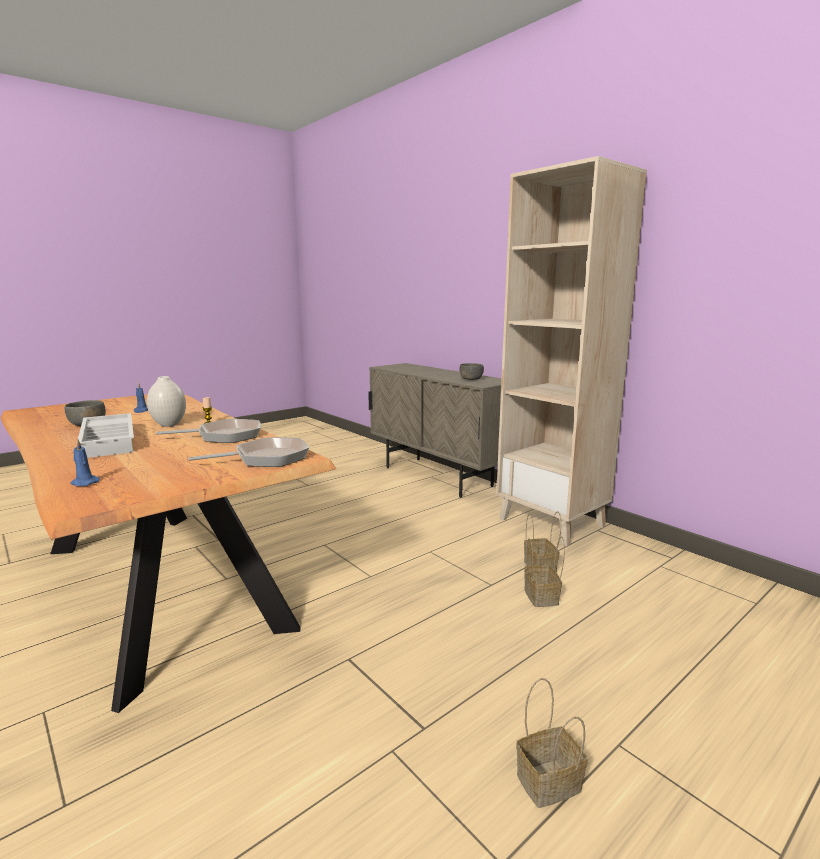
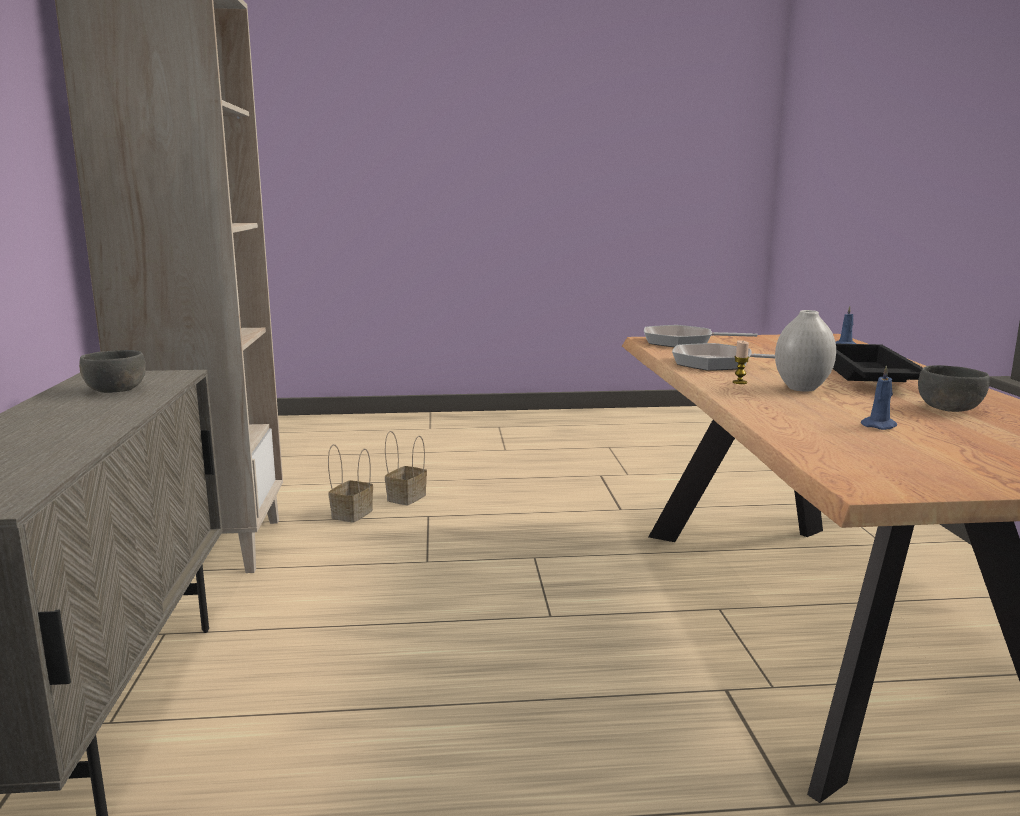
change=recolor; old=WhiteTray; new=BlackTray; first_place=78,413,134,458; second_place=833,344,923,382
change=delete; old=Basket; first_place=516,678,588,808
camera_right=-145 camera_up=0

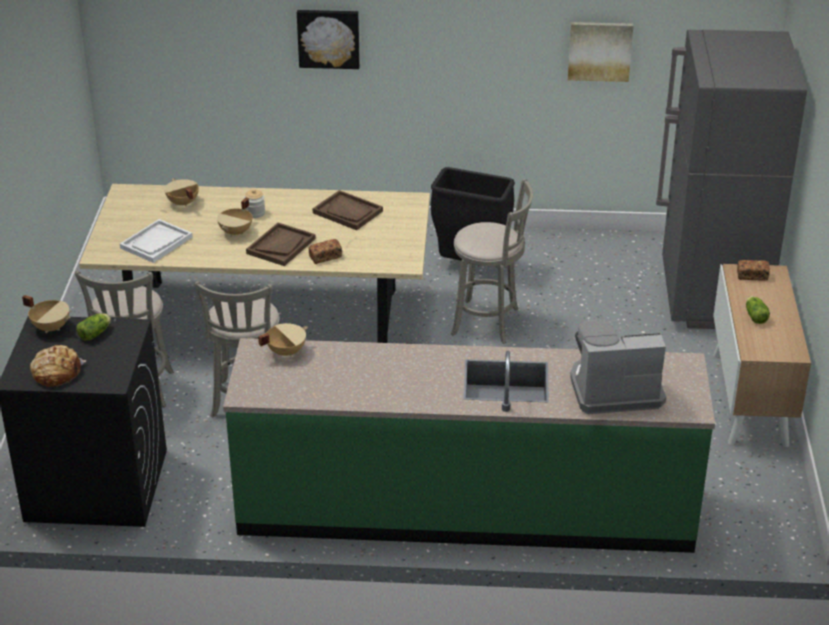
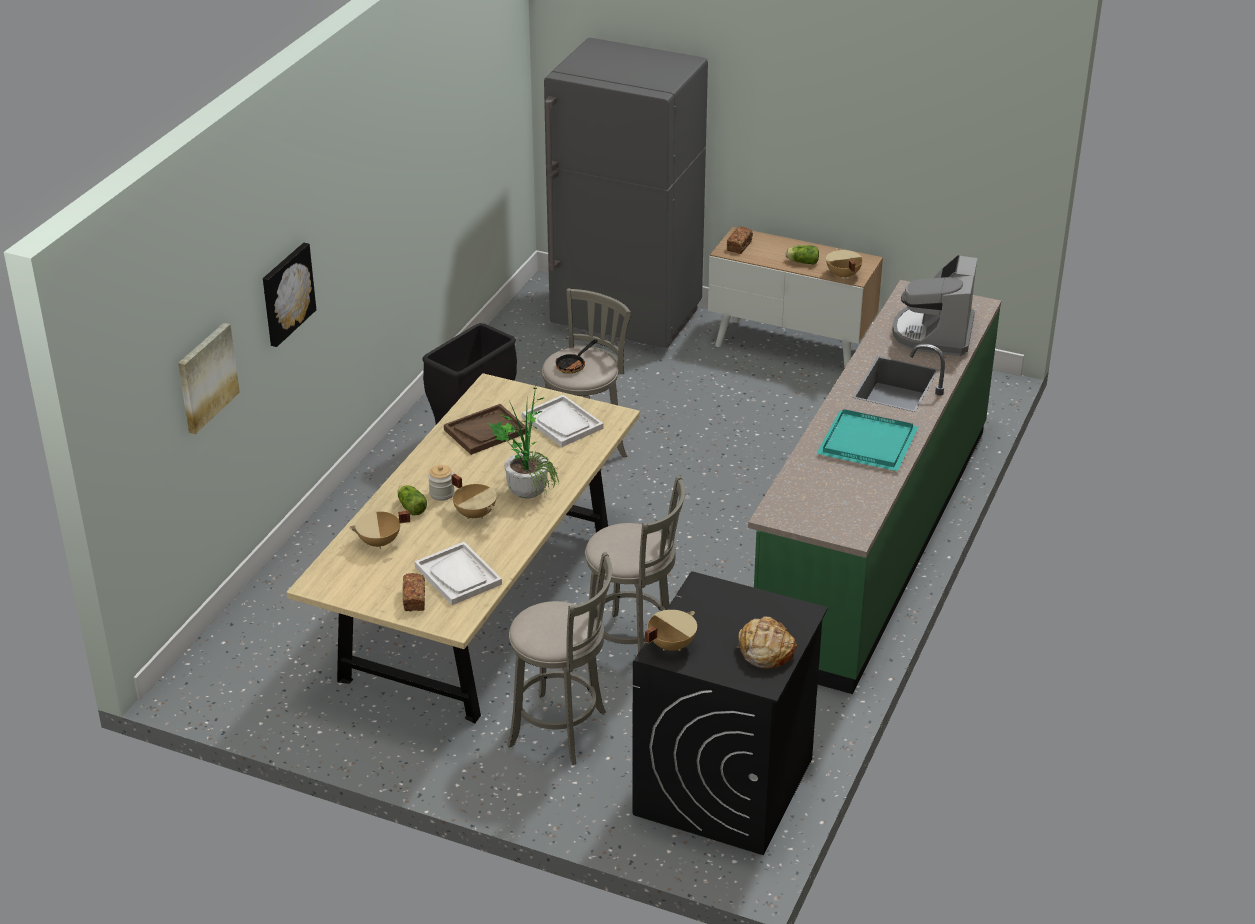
change=move; old=Picture; first_place=568,22,633,82; second_place=178,323,240,434
change=replace; old=BrownTray; new=PottedPlant; first_place=246,223,316,266; second_place=488,381,559,499
change=move; old=Bread; first_place=309,239,342,264; second_place=403,573,425,611
change=move; old=Lettuce; first_place=76,313,111,341; second_place=397,485,427,515
change=move; old=BeigeCookingPot; first_place=258,323,308,357; second_place=826,248,863,279
change=insert; new=FryingPan; second_place=556,339,597,374
change=insert; new=WhiteTray; second_place=522,395,603,447
change=insert; new=TurquoiseTray; second_place=816,409,918,471
camera_right=-70 camera_up=0

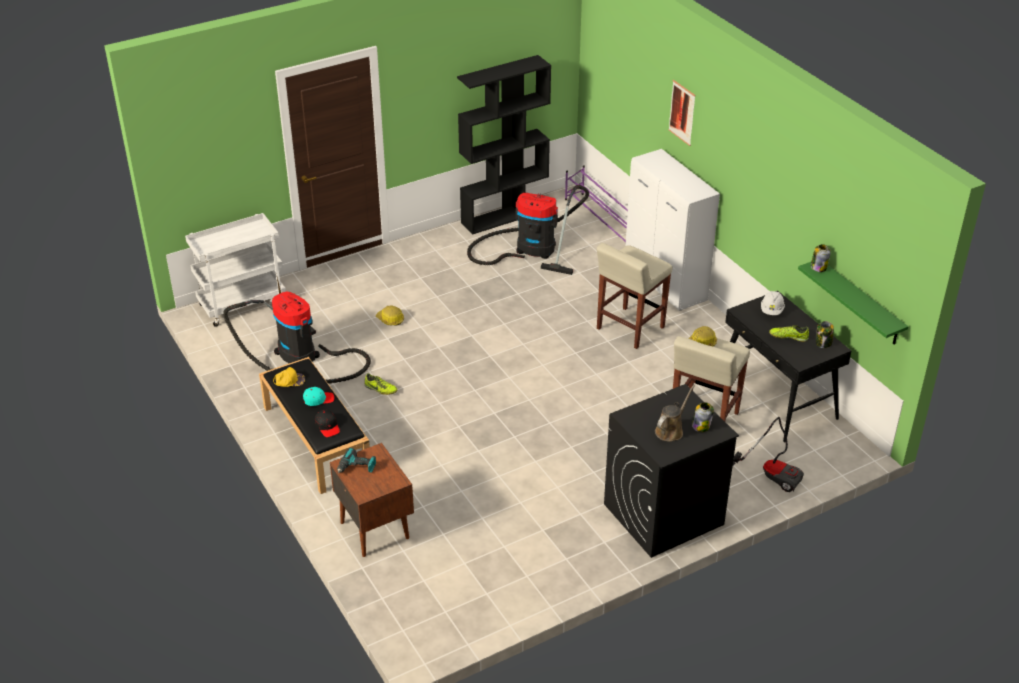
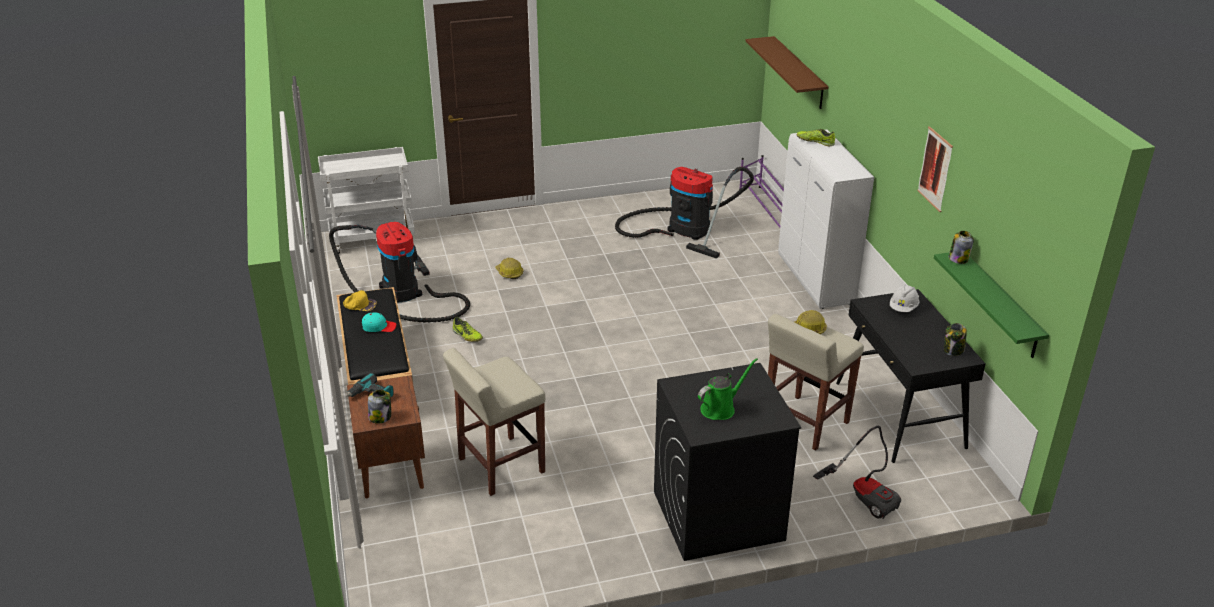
change=delete; old=BlackBookcase; first_place=457,55,551,235
change=move; old=Picture; first_place=669,80,696,146; second_place=917,126,953,212
change=move; old=BeigeStool; first_place=597,243,672,349; second_place=443,348,545,496
change=move; old=Shoe; first_place=769,325,809,342; second_place=797,129,835,146
change=recolor; old=BrownWateringCan; new=GreenWateringCan; first_place=655,385,695,442; second_place=698,358,758,420
change=move; old=Jar; first_place=692,402,714,432; second_place=368,390,391,424
change=delete; old=BlackCap; first_place=315,410,340,437
change=insert; new=BrownShelf; second_place=746,36,828,109
camera_right=15 camera_up=-5

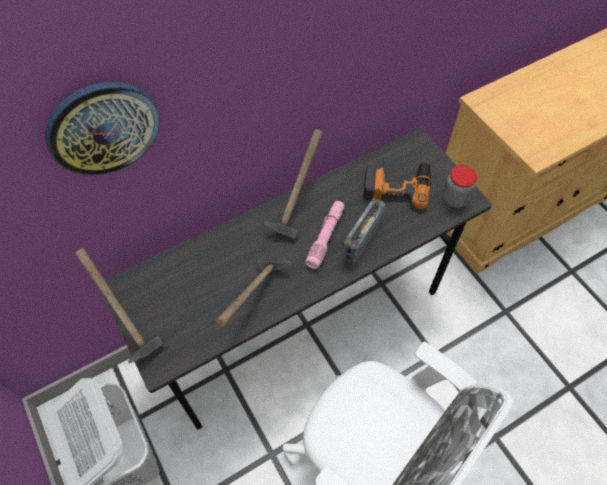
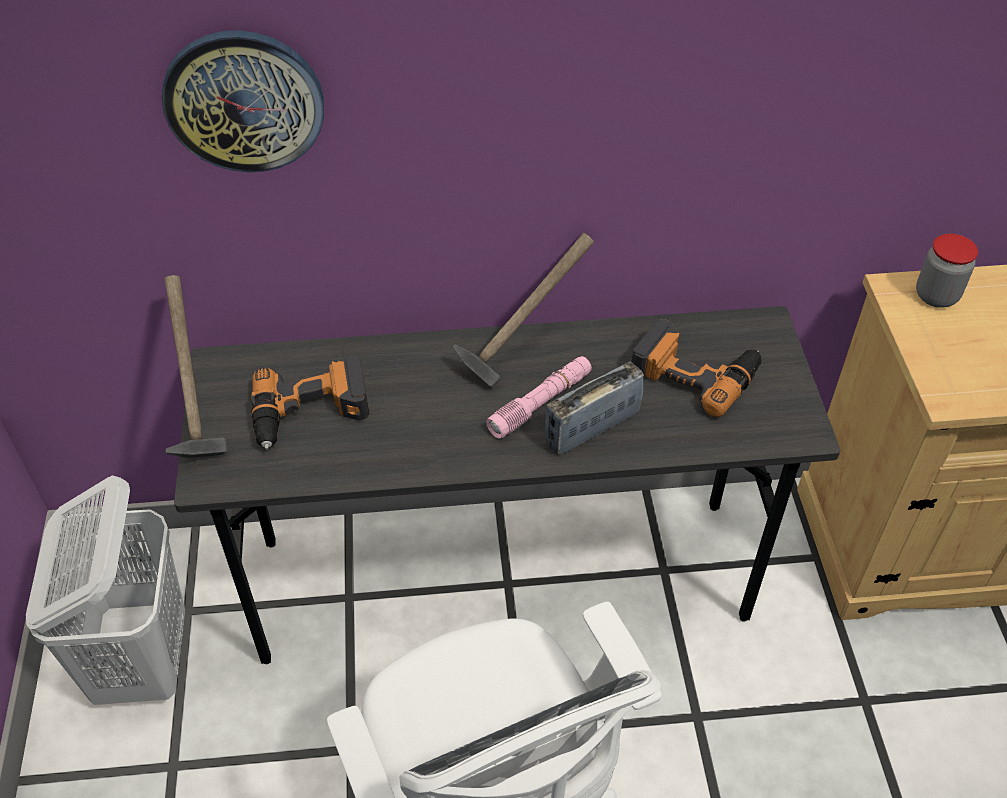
change=move; old=Jar; first_place=442,165,477,208; second_place=916,234,978,308
change=delete; old=Hammer; first_place=216,258,292,327
change=insert; new=PowerDrill; second_place=251,355,370,449
camera_right=25 camera_up=-10

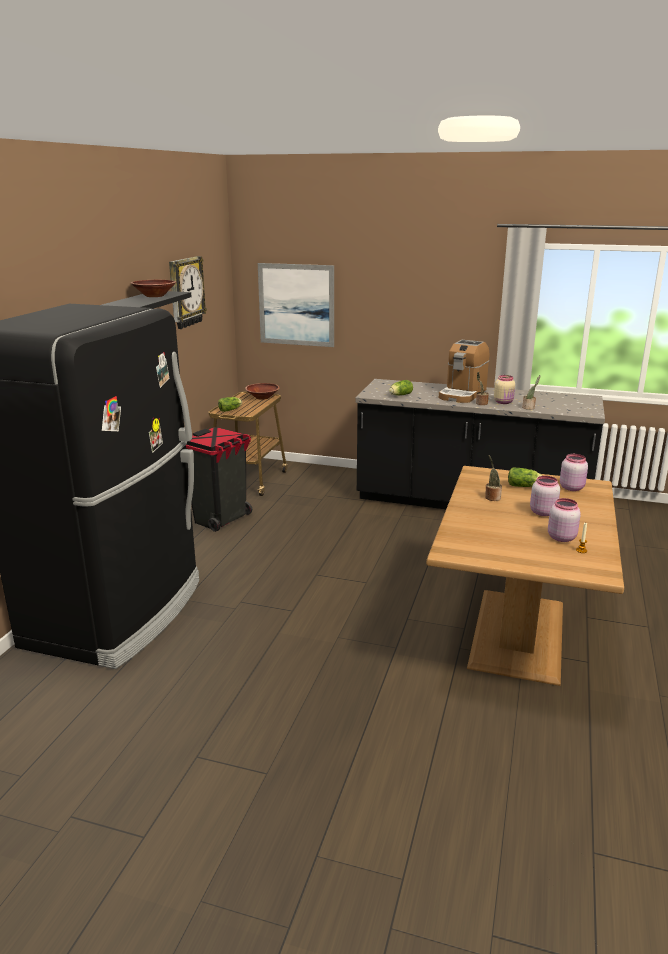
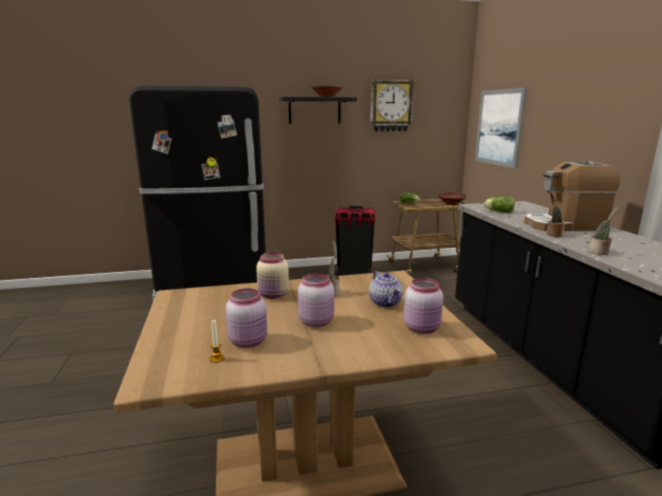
change=move; old=BeigeJar; first_place=494,375,515,404; second_place=256,252,289,299
change=replace; old=Lettuce; new=Teapot; first_place=508,467,542,487; second_place=369,271,403,307
camera_right=60 camera_up=-5

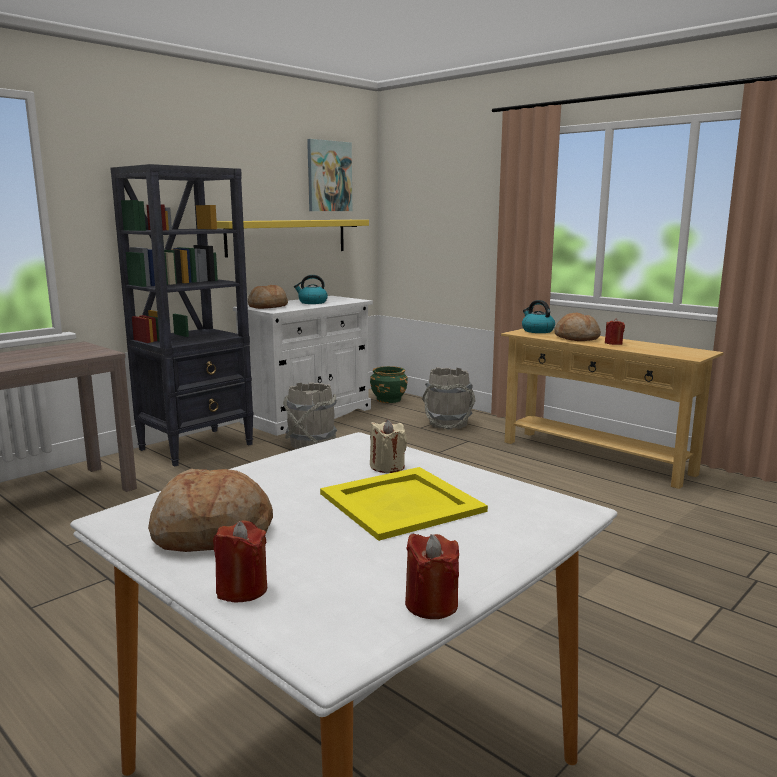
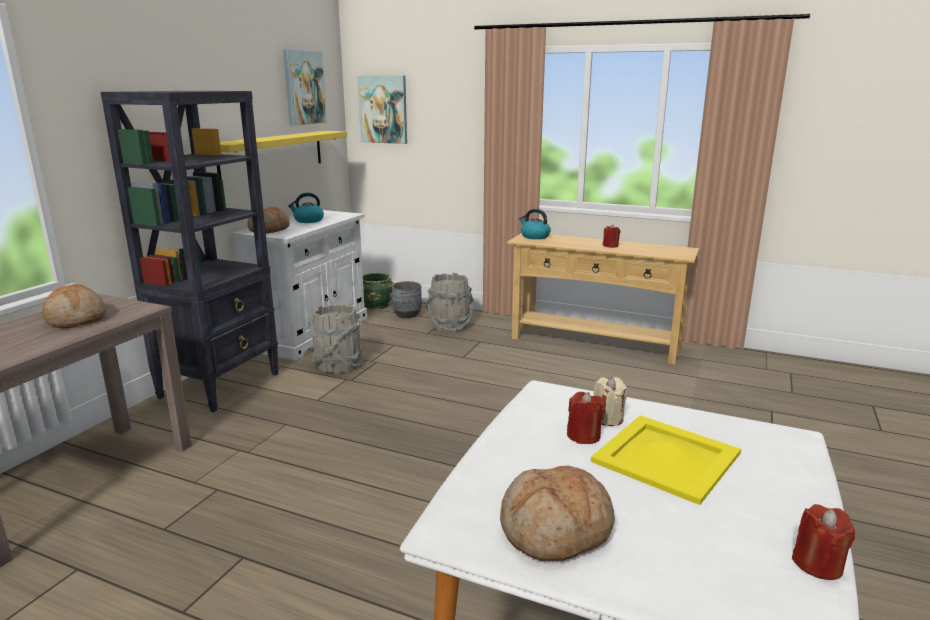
change=move; old=Bread; first_place=554,312,601,341; second_place=42,284,106,328
change=move; old=RedCandle; first_place=213,520,267,603; second_place=567,392,605,444
change=insert; new=Picture; second_place=357,76,407,144
change=insert; new=GreyPlanter; second_place=391,281,422,318
camera_right=-20 camera_up=5

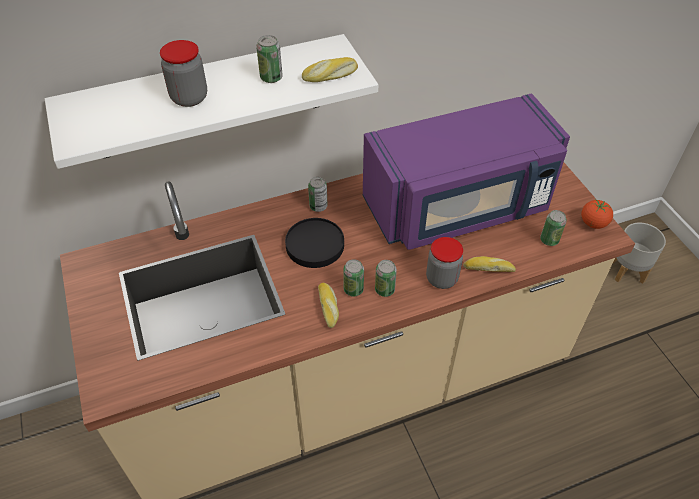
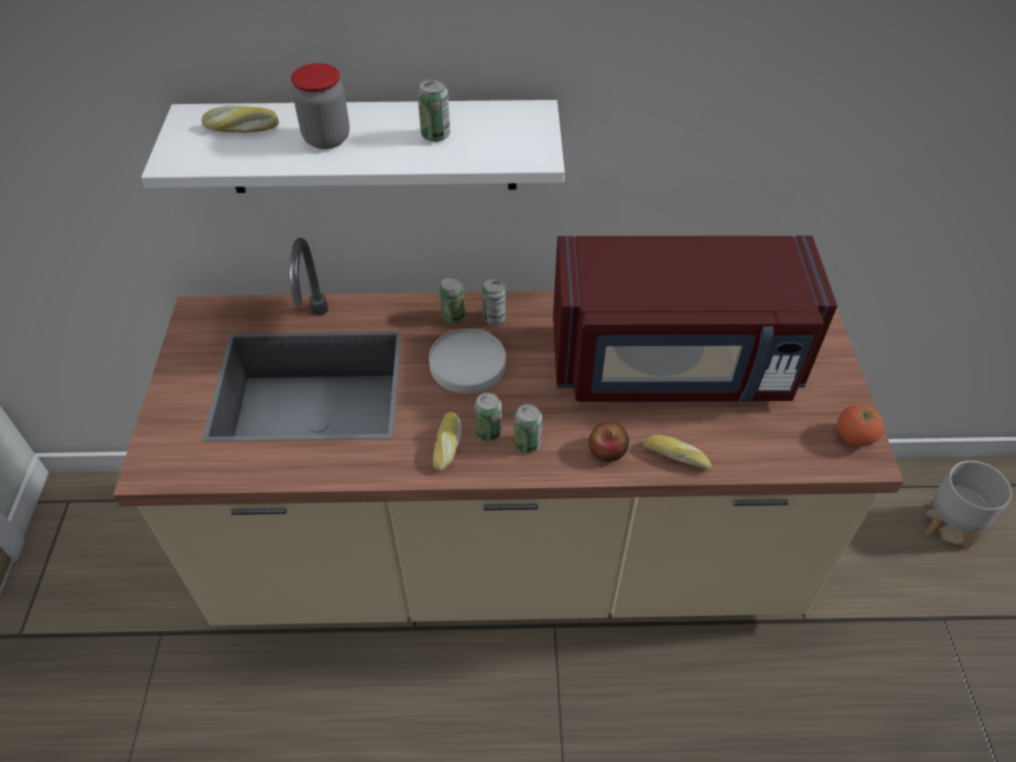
change=move; old=Bread; first_place=302,57,358,82; second_place=201,105,279,133
change=recolor; old=PurpleMicrowave; new=RedMicrowave; first_place=363,93,570,250; second_place=553,235,837,402
change=move; old=Can; first_place=540,210,567,246; second_place=440,277,465,323
change=recolor; old=BlackPlate; new=WhitePlate; first_place=285,218,344,268; second_place=429,328,506,393
change=replace; old=Jar; new=Apple; first_place=426,237,463,289; second_place=589,422,629,462
camera_right=20 camera_up=0

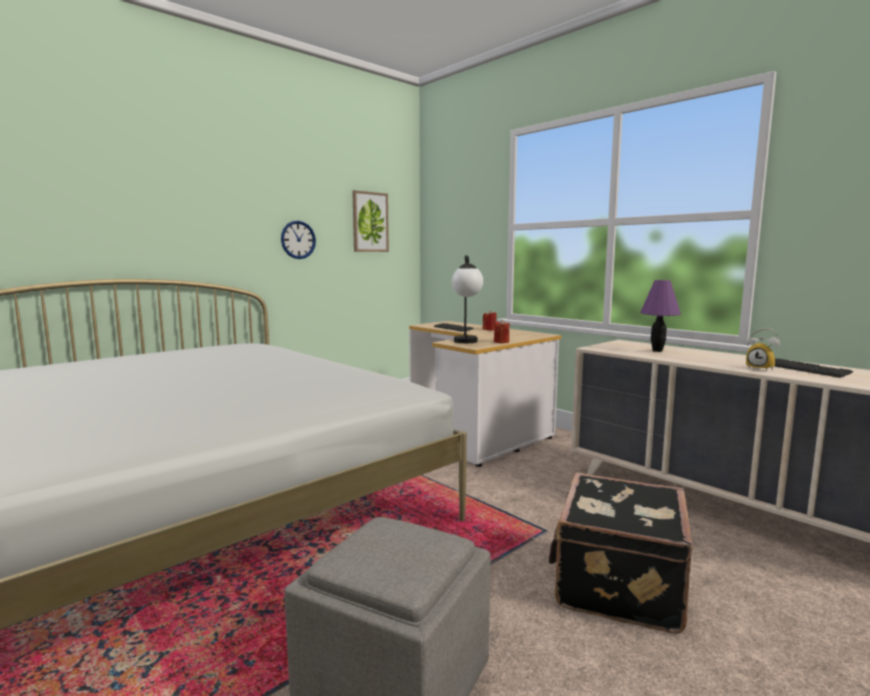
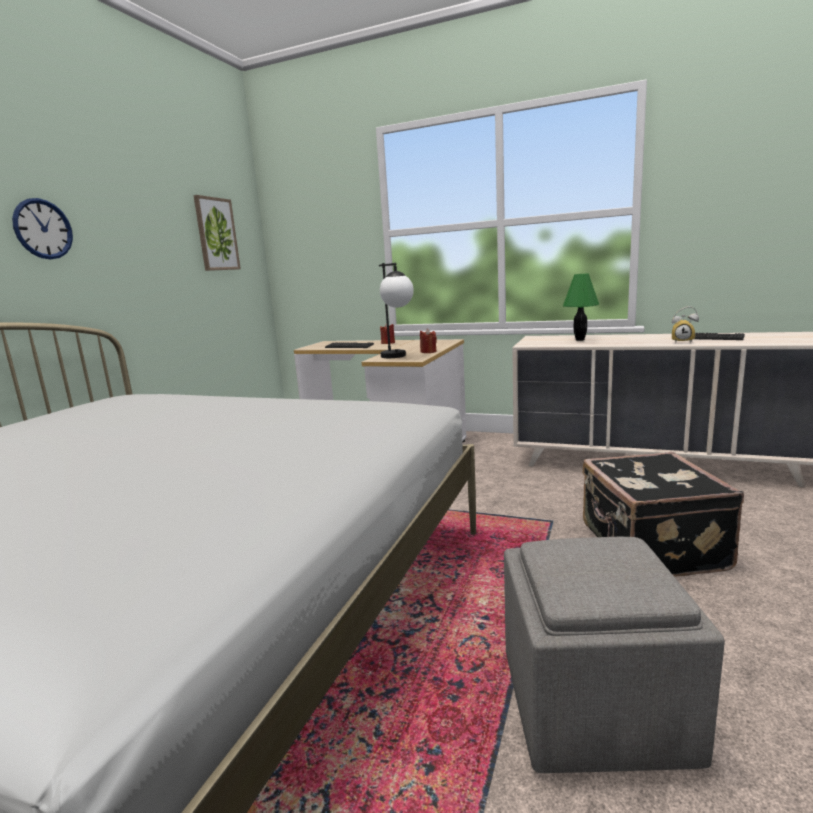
change=move; old=WallClock; first_place=281,221,316,259; second_place=12,198,73,259
change=recolor; old=PurpleTableLamp; new=GreenTableLamp; first_place=640,280,681,352; second_place=563,274,599,341
camera_right=-25 camera_up=5

